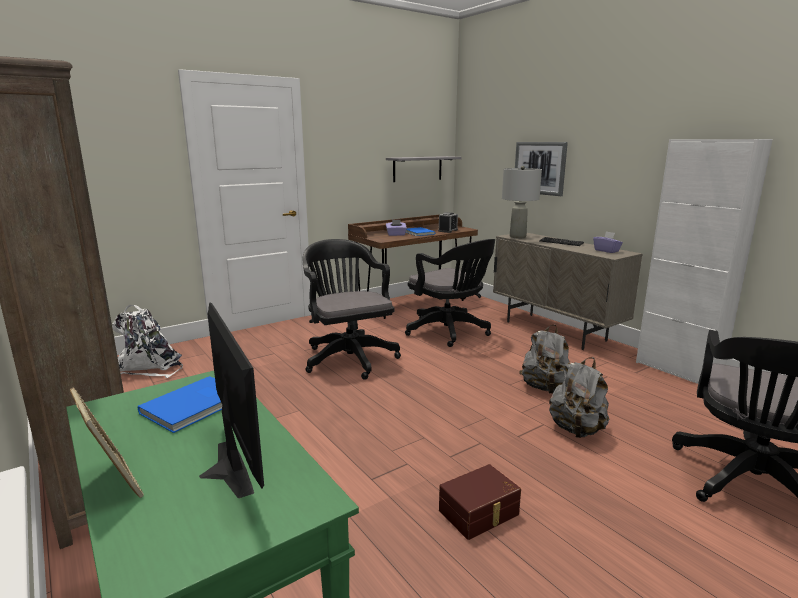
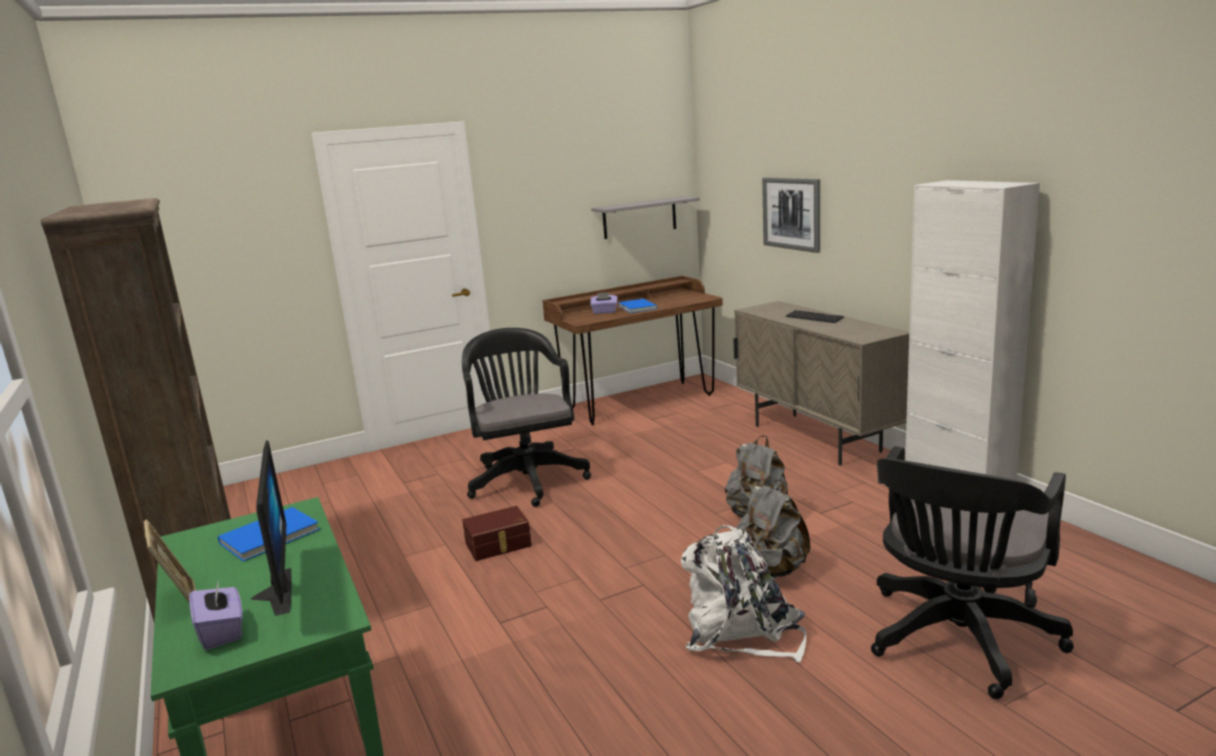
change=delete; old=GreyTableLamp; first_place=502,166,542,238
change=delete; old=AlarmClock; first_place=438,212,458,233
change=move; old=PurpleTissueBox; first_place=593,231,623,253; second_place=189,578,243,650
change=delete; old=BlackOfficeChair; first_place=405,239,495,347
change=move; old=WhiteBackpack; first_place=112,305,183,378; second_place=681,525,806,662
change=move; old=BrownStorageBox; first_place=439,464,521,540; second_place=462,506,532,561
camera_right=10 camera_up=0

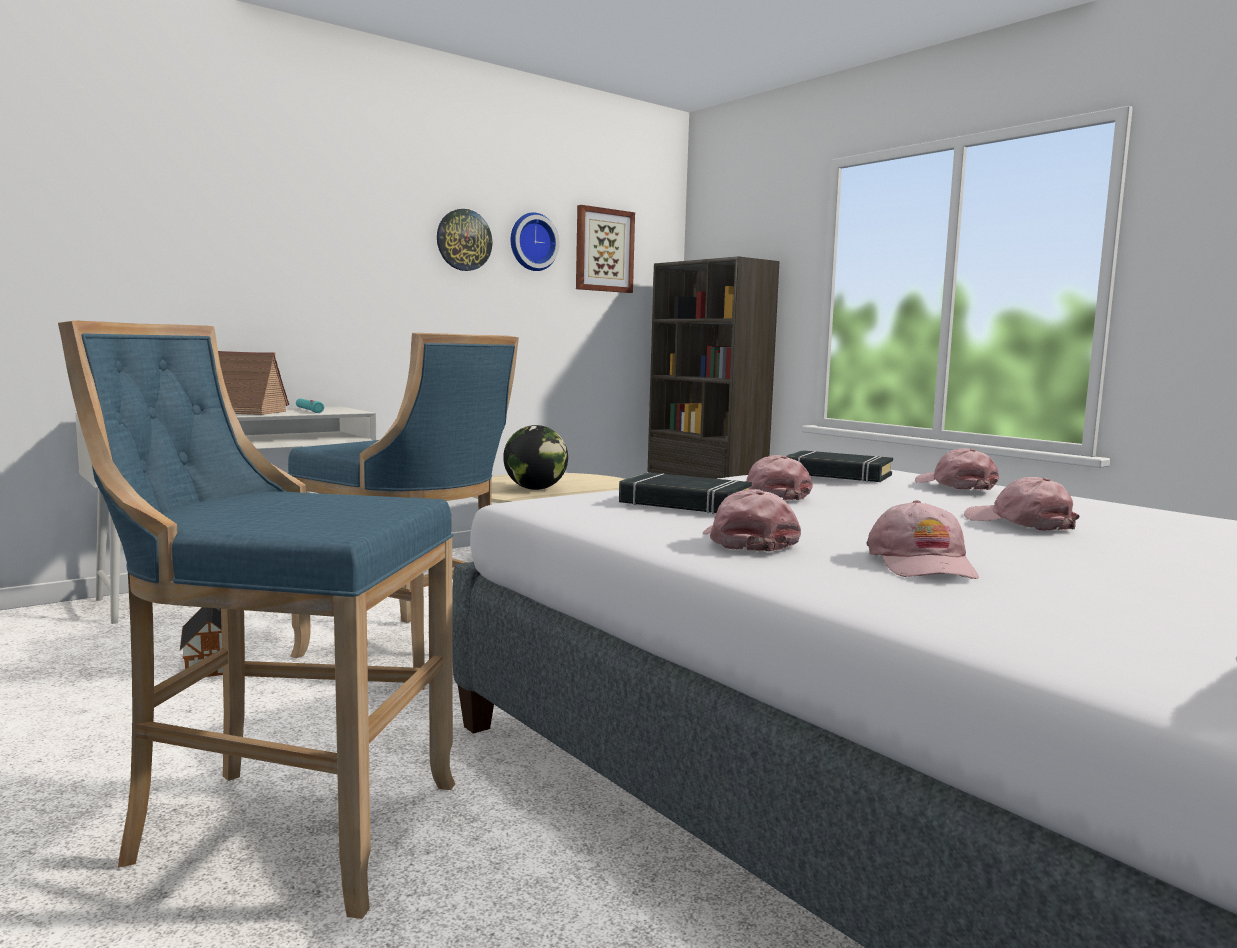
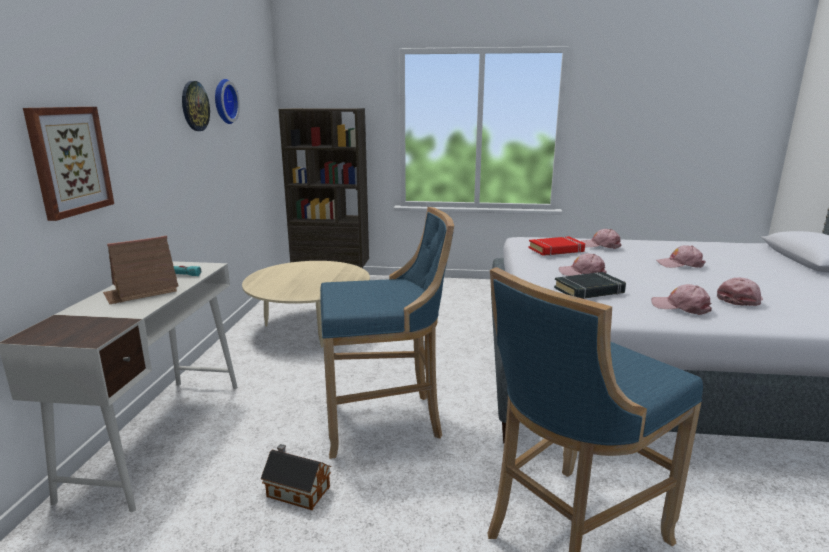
change=move; old=Picture; first_place=576,205,635,293; second_place=23,107,114,221
change=delete; old=Globe; first_place=503,425,568,490
change=recolor; old=BlackBook; new=RedBook; first_place=786,450,893,482; second_place=529,236,585,256
change=rotate; old=PinkCap; first_place=866,500,979,579; second_place=717,278,763,306; degrees=-90
camera_right=-45 camera_up=10

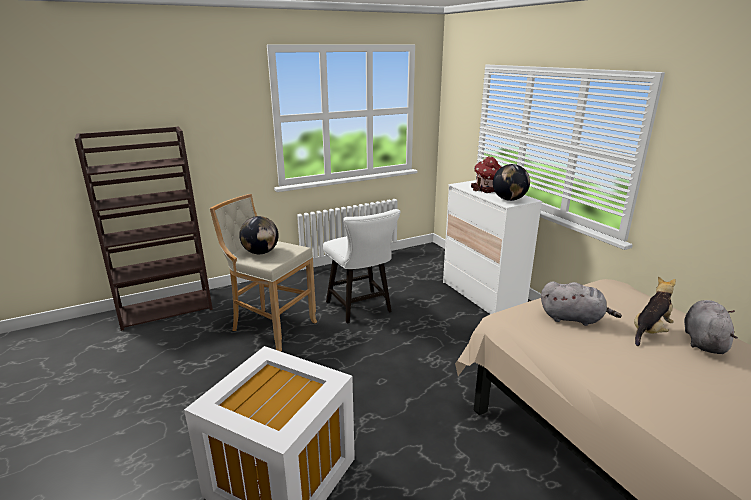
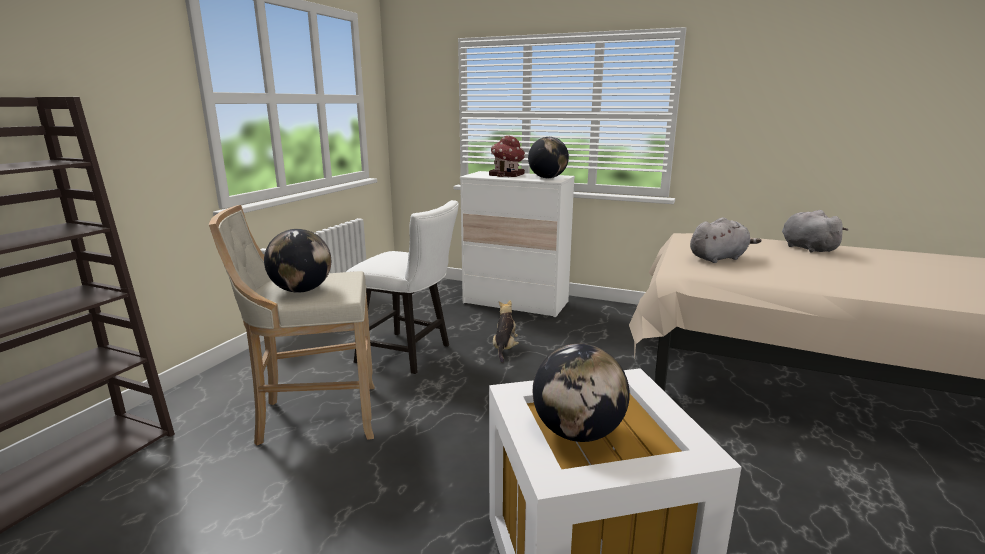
change=move; old=PlushToy; first_place=634,276,676,346; second_place=493,300,519,363
change=insert; new=Globe; second_place=533,344,630,442
camera_right=-40 camera_up=-5

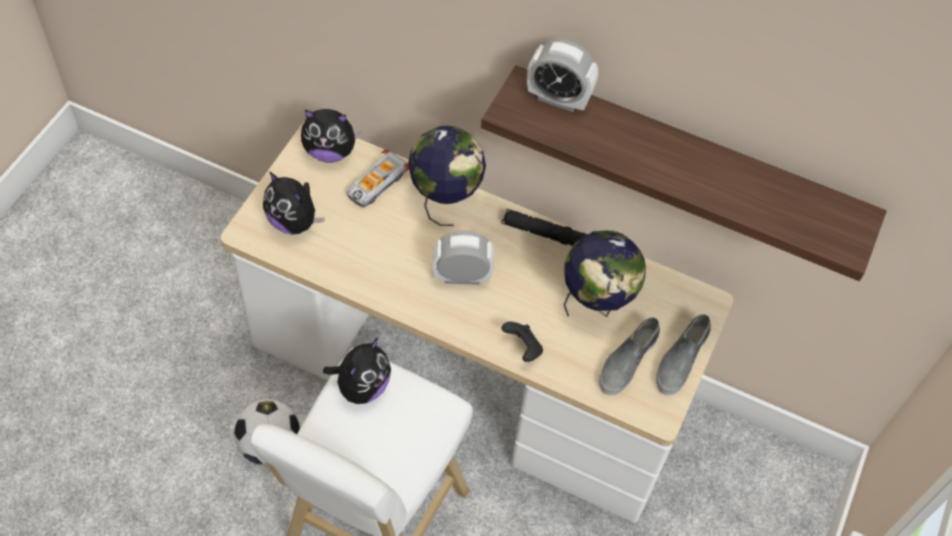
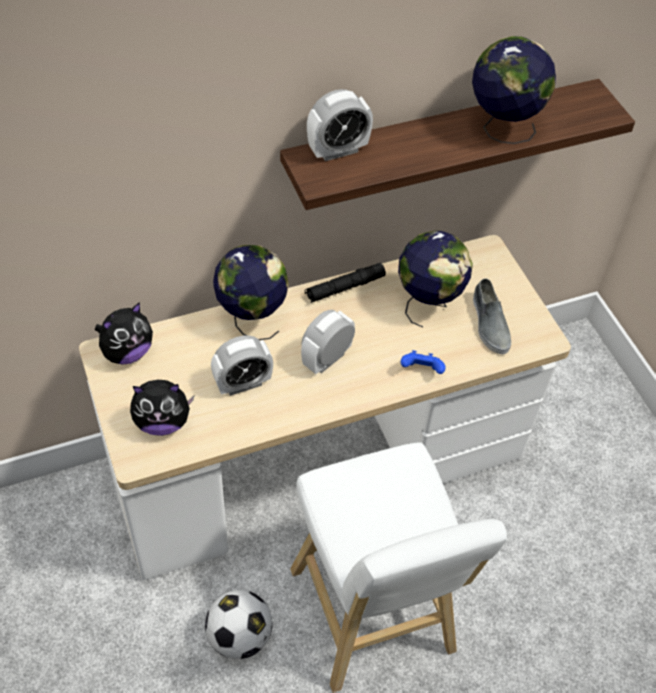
change=delete; old=ToyCar; first_place=346,149,409,208
change=delete; old=GreyShoe; first_place=656,314,711,395
change=recolor; old=BlackGameController; new=BlueGameController; first_place=501,322,543,362; second_place=401,350,446,374
change=delete; old=PlushToy; first_place=323,337,391,404
change=insert; new=Globe; second_place=472,36,556,144
change=insert; new=AlarmClock; second_place=211,335,273,396
camera_right=-45 camera_up=-5

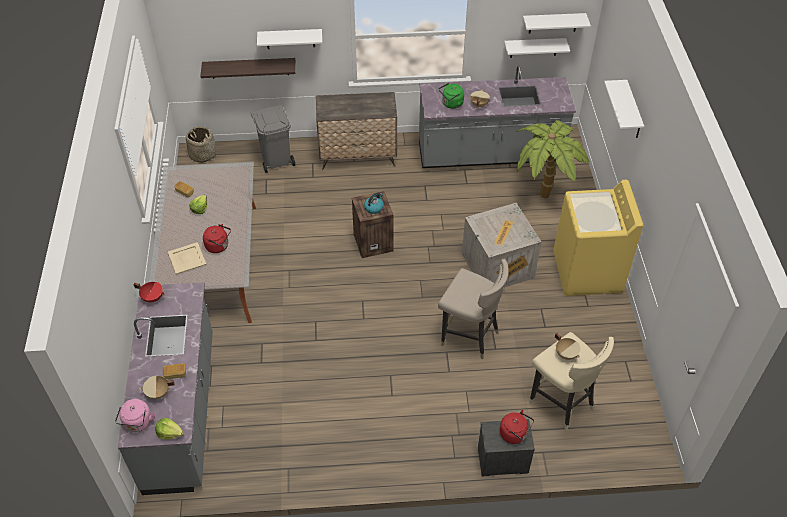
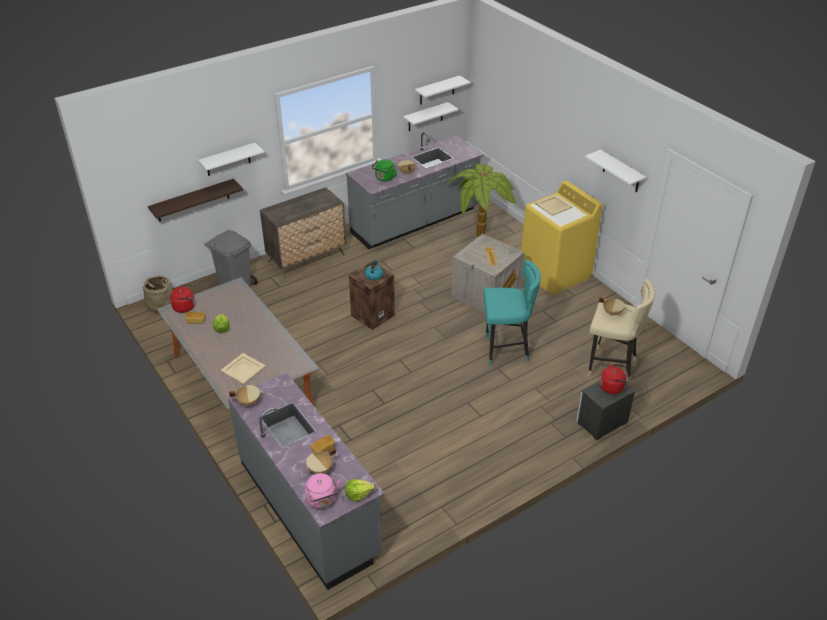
change=move; old=WhiteShelf; first_place=604,80,644,138; second_place=585,150,646,192
change=move; old=RedKettle; first_place=203,224,231,253; second_place=170,285,195,313
change=recolor; old=BeigeStool; new=TurquoiseStool; first_place=438,259,509,359; second_place=483,259,541,365
change=recolor; old=RedCookingPot; new=BeigeCookingPot; first_place=133,282,165,303; second_place=229,385,263,406
change=insert; new=BeigeTray; second_place=535,195,573,216
camera_right=-30 camera_up=-10

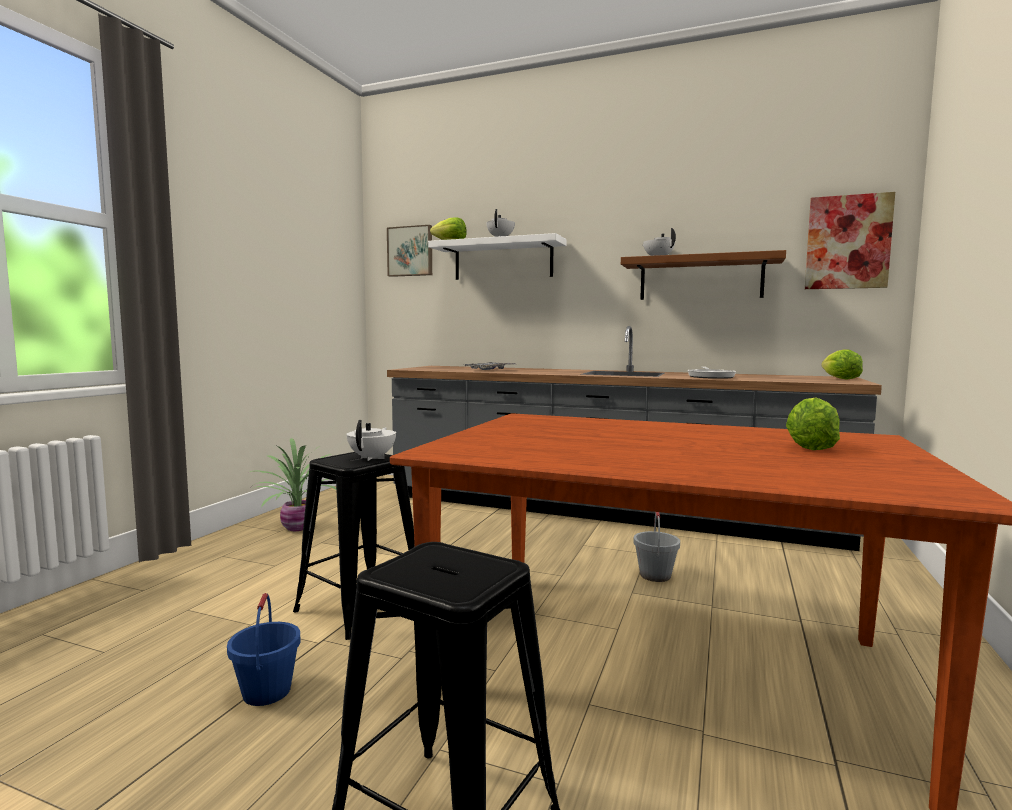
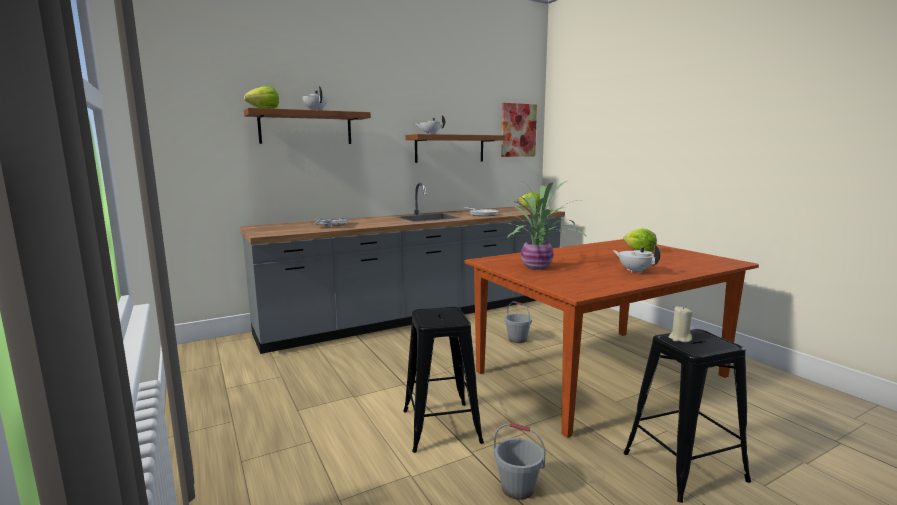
change=delete; old=Picture; first_place=387,225,432,277
change=recolor; old=WhiteShelf; new=BrownShelf; first_place=428,233,567,280; second_place=244,108,371,144
change=move; old=WhiteTeapot; first_place=346,420,396,461; second_place=613,245,660,273
change=move; old=PottedPlant; first_place=250,438,336,531; second_place=498,181,588,270
change=recolor; old=BlueBucket; new=GreyBucket; first_place=227,593,301,706; second_place=494,423,546,500
change=insert; new=BeigeCandle; second_place=669,306,692,342
camera_right=-50 camera_up=5

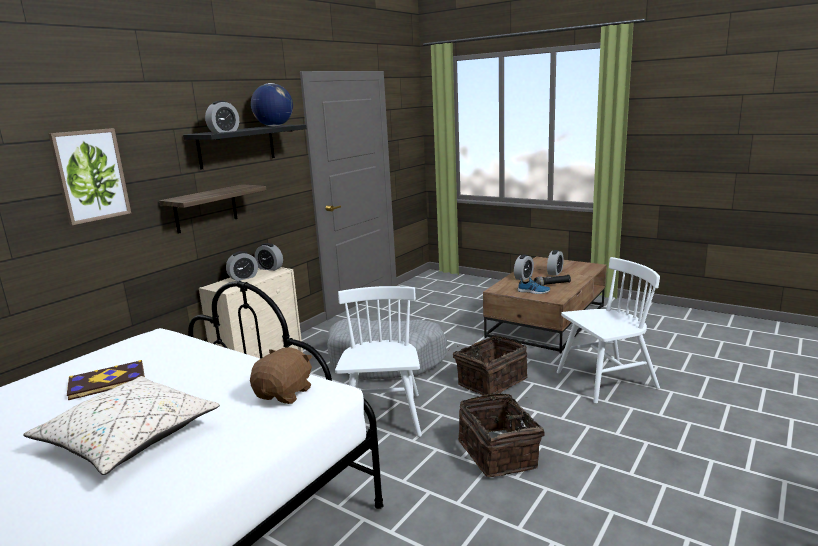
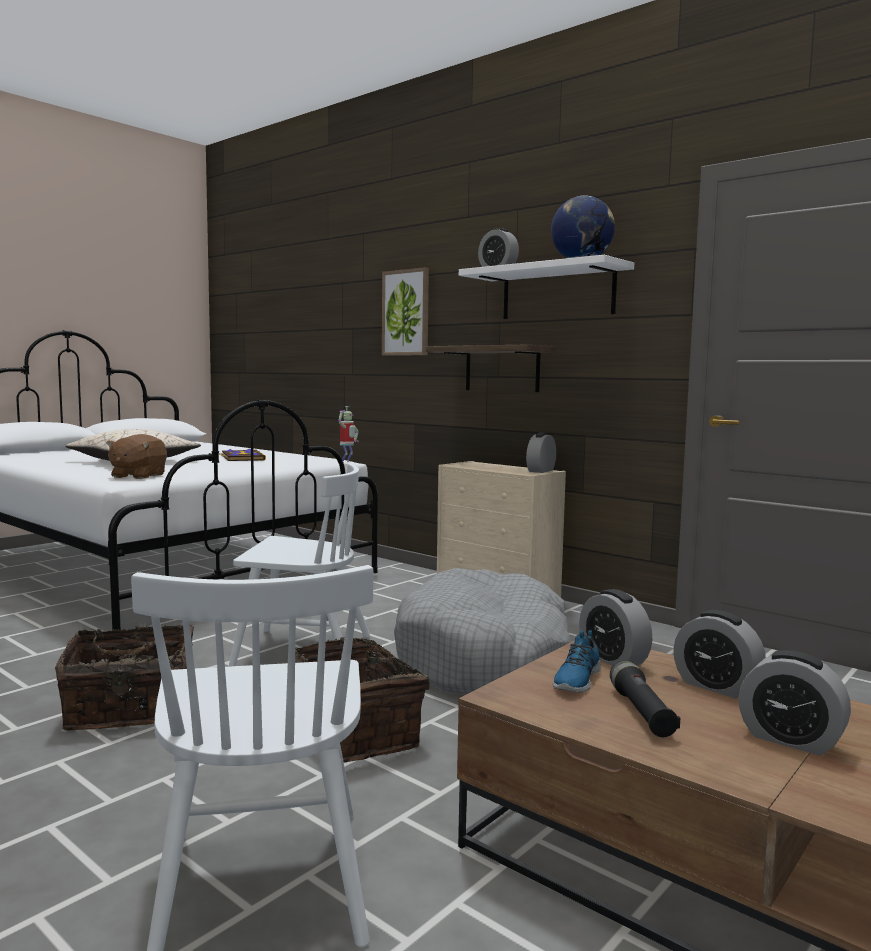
change=recolor; old=BlackShelf; new=WhiteShelf; first_place=183,125,307,169; second_place=459,255,634,319
change=move; old=AlarmClock; first_place=226,251,258,281; second_place=579,589,652,666
change=rotate; old=BrownPlushToy; first_place=250,347,312,404; second_place=106,434,167,479; degrees=75
change=insert; new=ToyRobot; second_place=338,406,359,463
camera_right=95 camera_up=-10

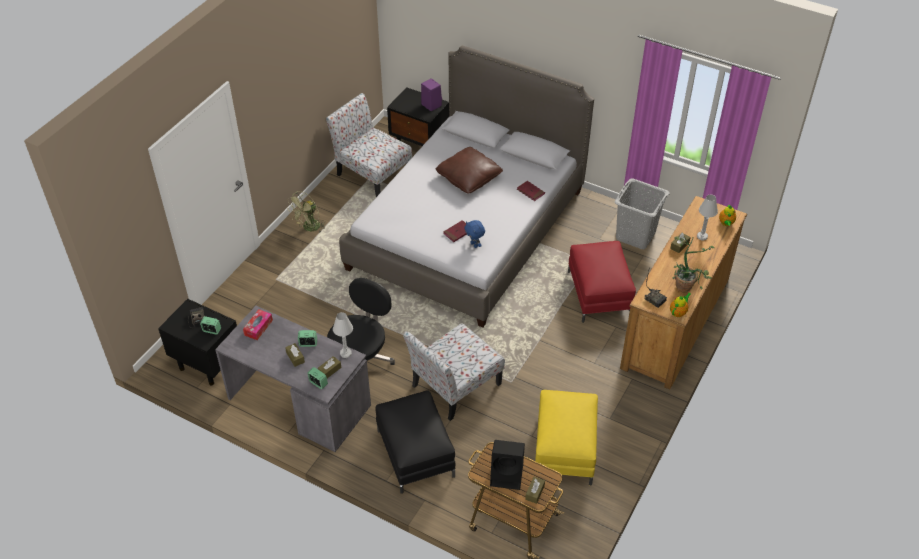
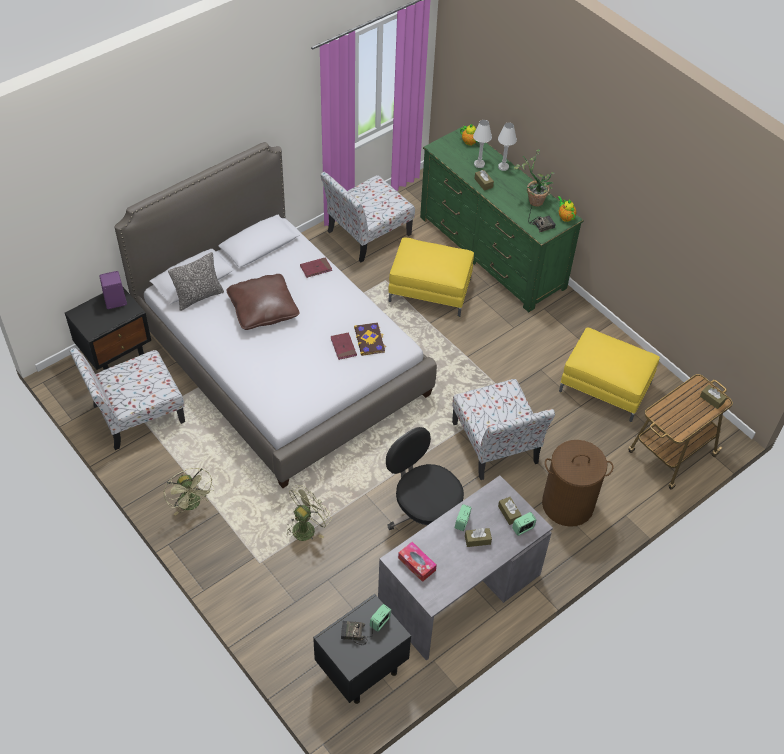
change=replace; old=GreyLaundryBasket; new=Chair; first_place=615,179,670,249; second_place=320,171,415,263
change=recolor; old=BrownDresser; new=GreenDresser; first_place=620,196,747,389; second_place=420,125,584,312
change=replace; old=BluePlushToy; new=Book; first_place=464,220,485,248; second_place=354,322,386,356
change=recolor; old=RedOttoman; new=YellowOttoman; first_place=568,241,636,323; second_place=388,237,474,317
change=move; old=WhiteTableLamp; first_place=333,312,353,358; second_place=498,122,517,171
change=replace; old=BlackOttoman; new=BrownLaundryBasket; first_place=376,390,456,494; second_place=542,440,613,527
change=delete; old=BlackSpeaker; first_place=490,440,525,490
change=insert; new=Pillow; second_place=168,252,224,311
change=insert; new=GreenFan; second_place=287,485,332,541
camera_right=-70 camera_up=5

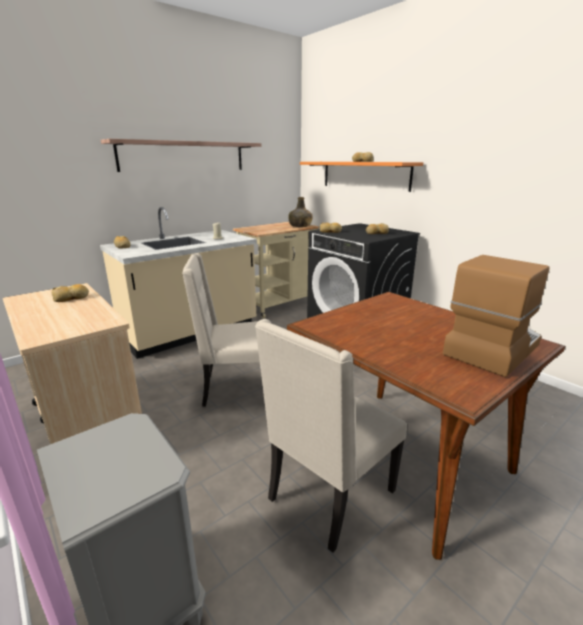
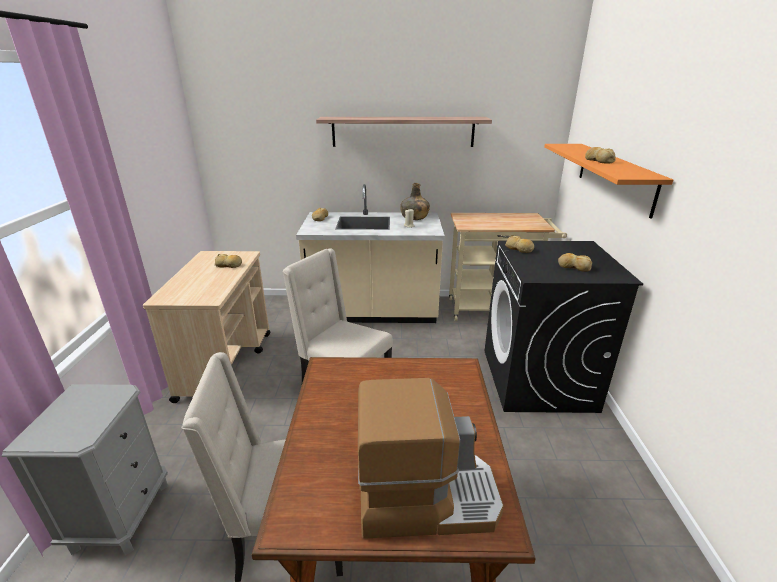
change=move; old=GreenBottle; first_place=288,197,312,227; second_place=400,183,430,220
camera_right=40 camera_up=5

